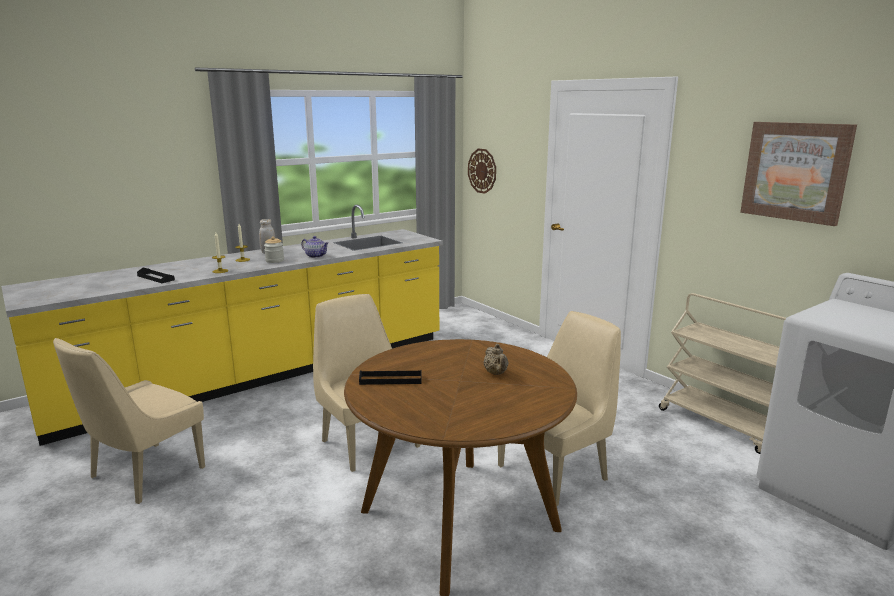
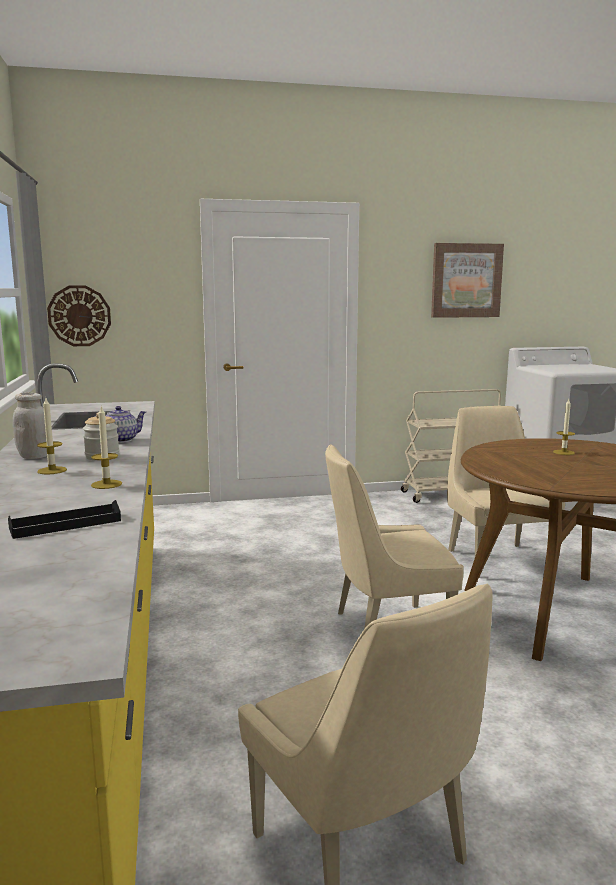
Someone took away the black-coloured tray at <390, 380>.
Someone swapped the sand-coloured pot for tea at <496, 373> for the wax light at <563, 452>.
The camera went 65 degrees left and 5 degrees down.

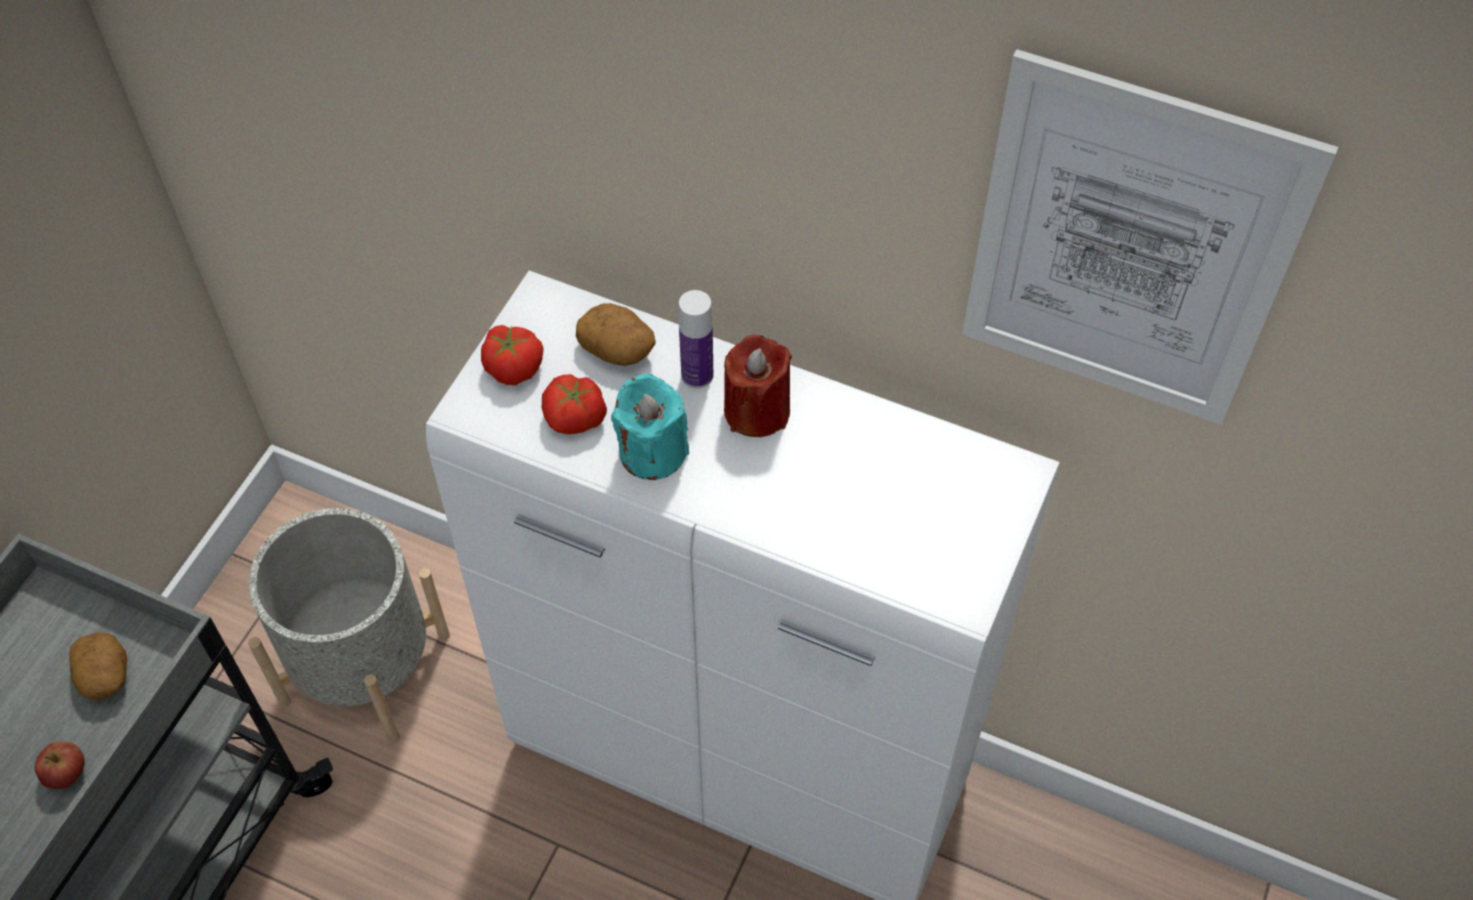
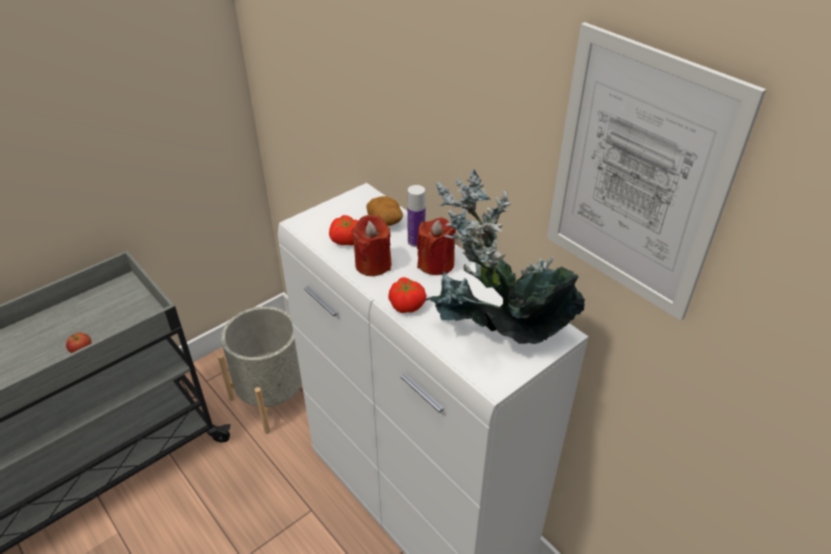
Someone took away the whole potato at <105, 675>.
Someone put down the houseplant at <493, 341>.
Someone carried the whole tomato from <514, 366> to <407, 304>.
Someone repainted the blue-green wax light at <652, 452>, which became the red wax light at <373, 264>.
The camera went 25 degrees right and 15 degrees down.

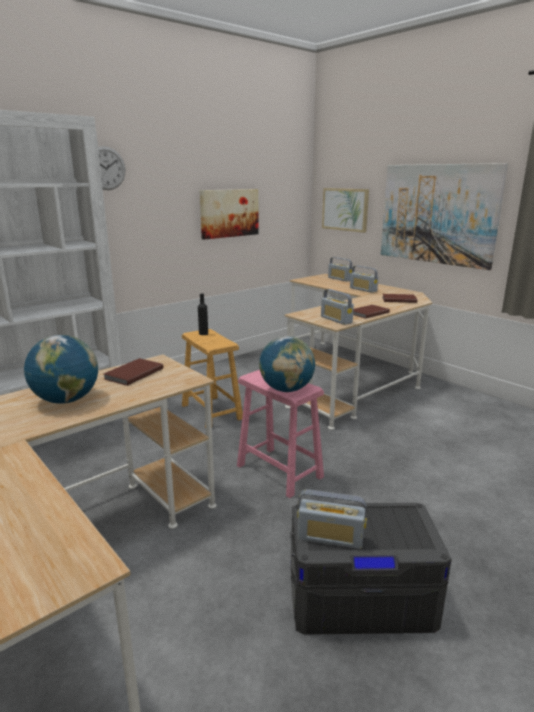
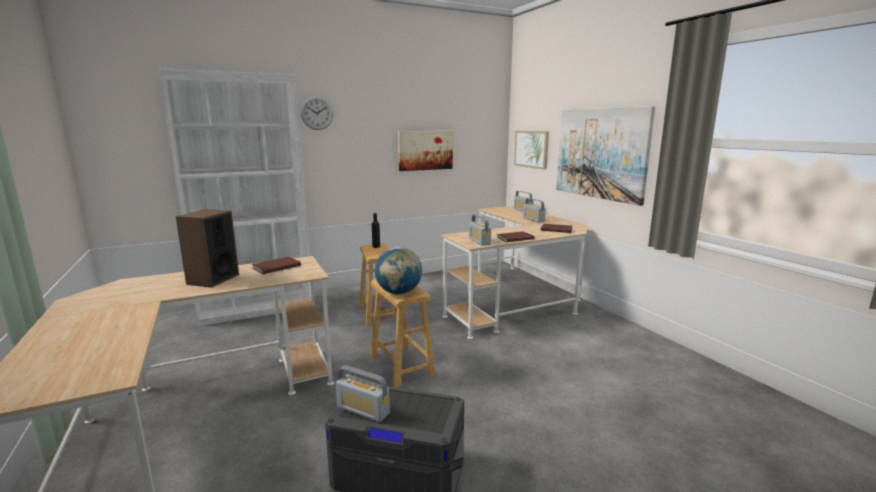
Someone swapped the globe at <66, 400> for the loudspeaker at <213, 279>.
Someone repainted the pink stool at <279, 471>, which became the brownish stool at <401, 365>.
The camera went 15 degrees right and 5 degrees down.

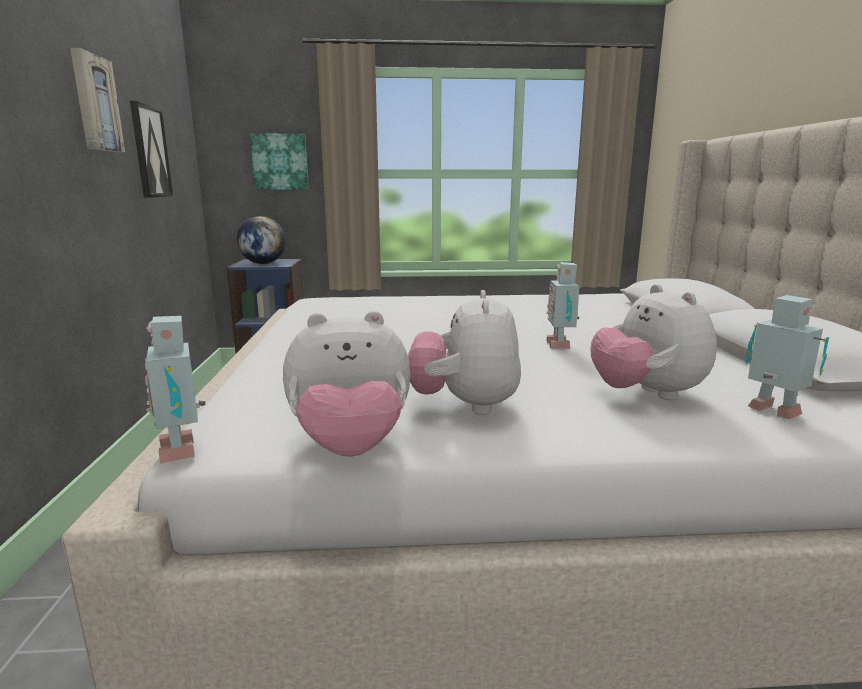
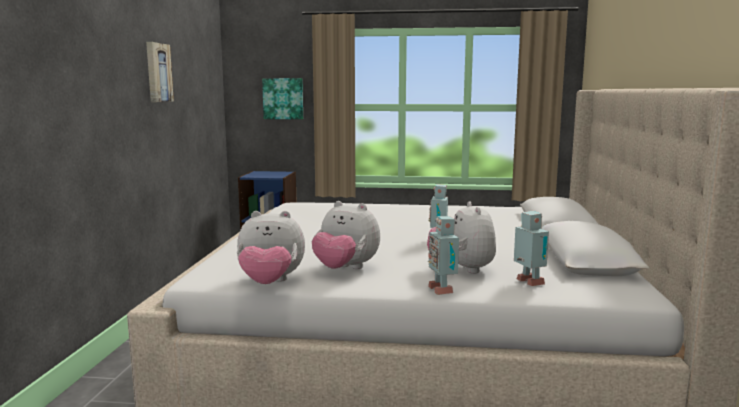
Someone took away the picture at <150, 152>.
Someone took away the globe at <263, 263>.
Someone carried the toy robot from <182, 449> to <442, 289>.
Someone rotated the plush toy at <465, 405> by 75 degrees counterclockwise.
The camera went 10 degrees right and 5 degrees down.

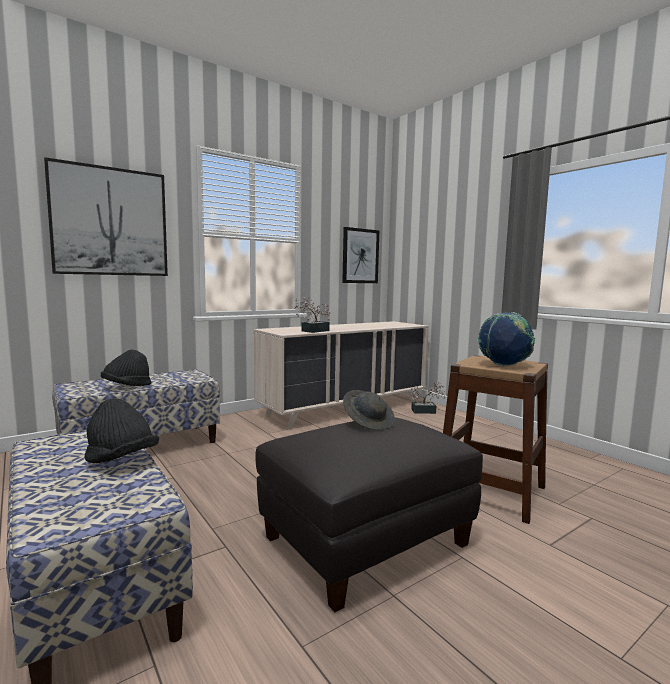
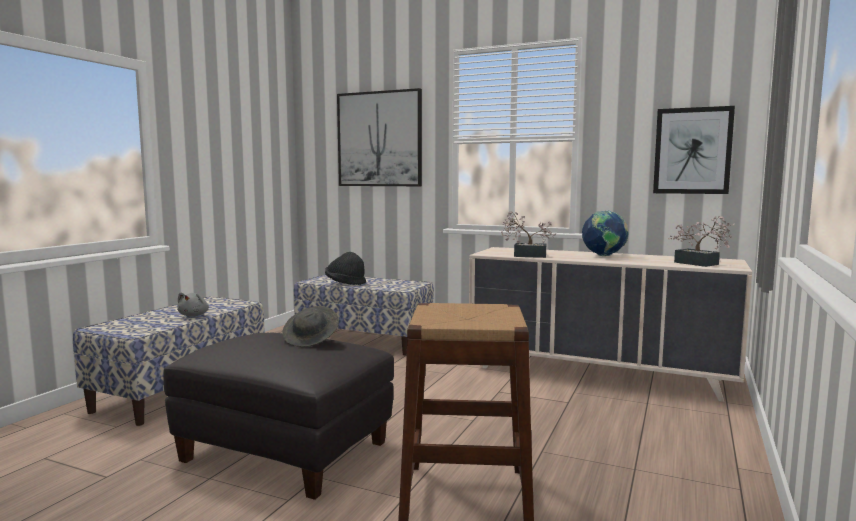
Someone carried the houseplant from <426, 411> to <700, 264>.
Someone carried the globe from <504, 365> to <604, 256>.
Someone swapped the black-coloured hat at <121, 460> for the gray plush toy at <194, 315>.
The camera went 60 degrees right and 0 degrees up.

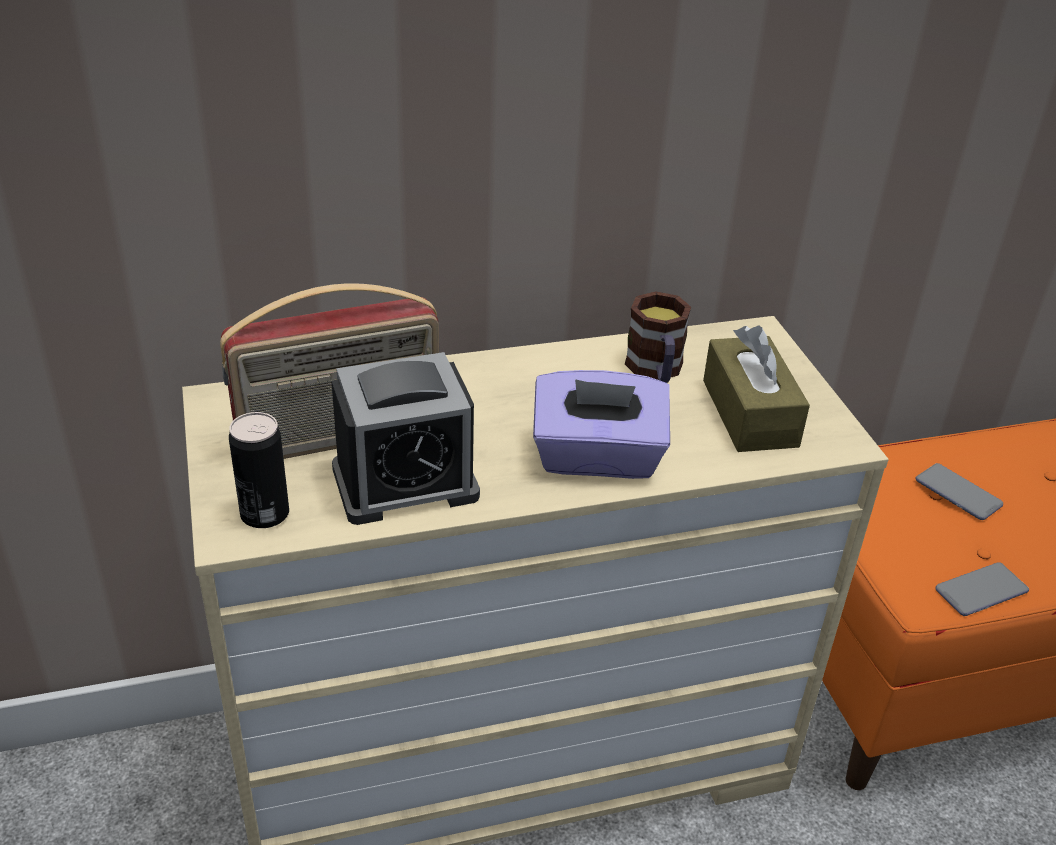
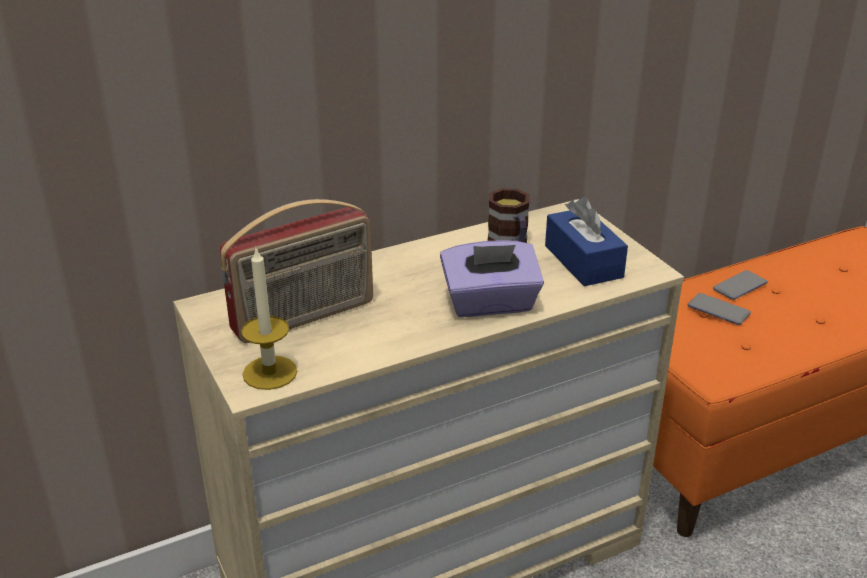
Someone took away the table clock at <405, 483>.
Someone carried the handset from <981, 591> to <739, 286>.
Someone swapped the metal can at <265, 514> for the wax light at <270, 372>.
Someone repainted the brownish tissue holder at <749, 413>, which became the blue tissue holder at <583, 261>.
The camera went 10 degrees left and 5 degrees down.

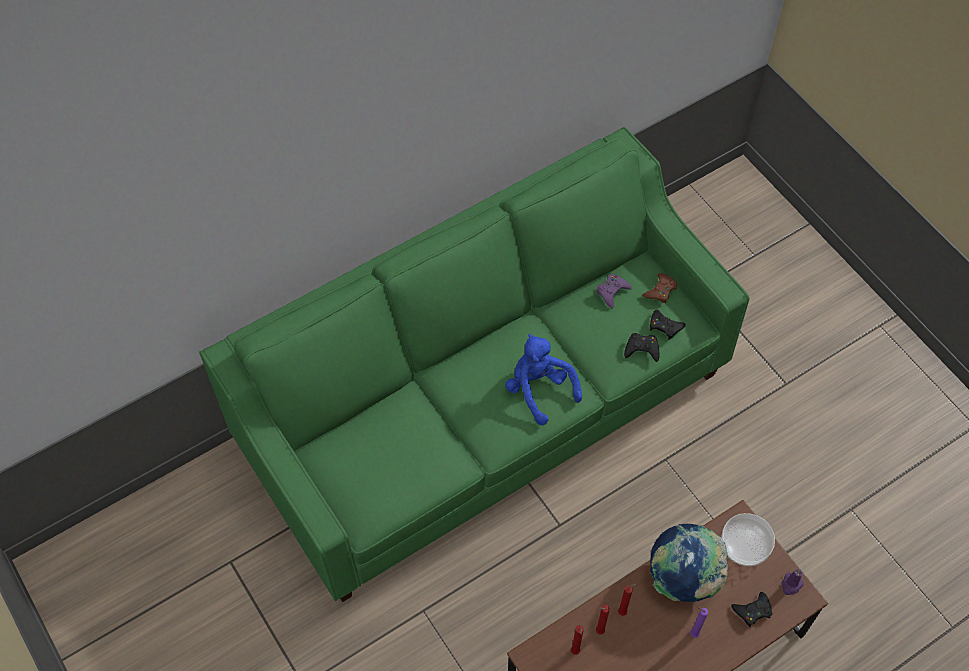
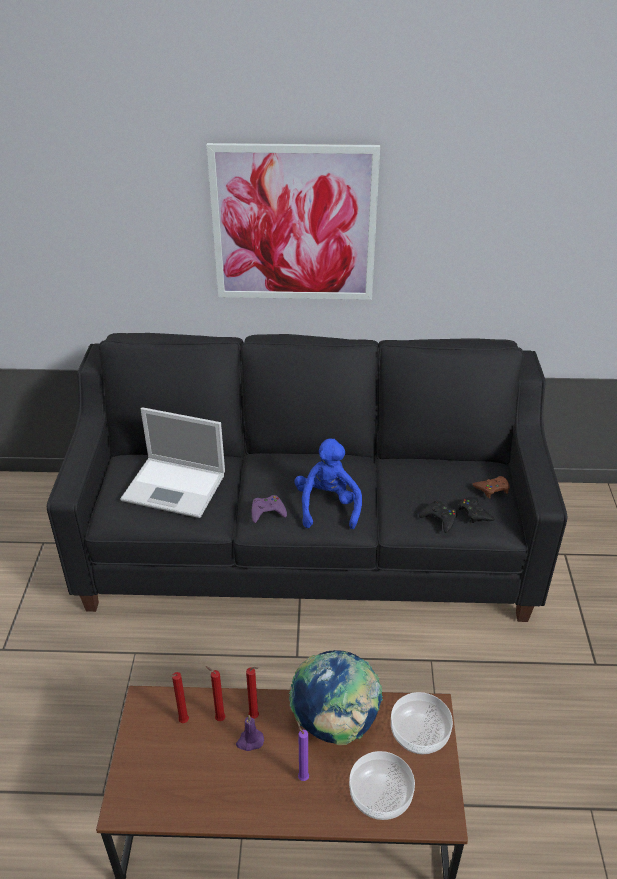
Someone put down the notebook computer at <176, 487>.
Someone put up the picture at <294, 224>.
Someone carried the purplish gamepad from <612, 292> to <267, 511>.
Someone carried the purplish wax light from <791, 584> to <249, 741>.
Someone swapped the black-coloured gamepad at <753, 611> for the bowl at <379, 795>.
Someone repainted the green sofa at <485, 410>, which became the black-coloured sofa at <309, 546>.
The camera went 35 degrees right and 20 degrees down.

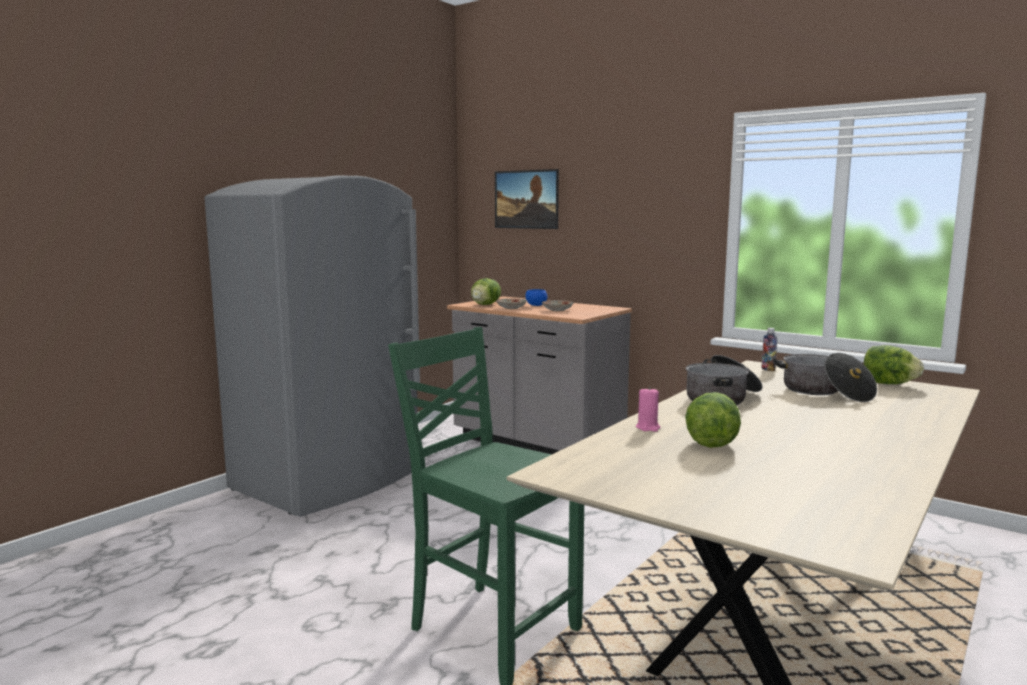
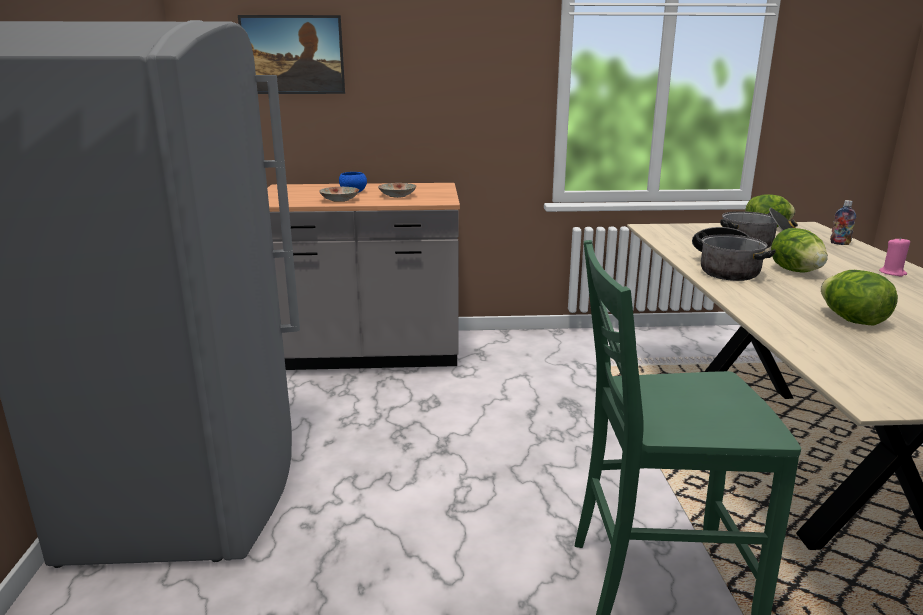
Someone carried the lettuce from <485, 305> to <795, 271>.
Someone carried the pink wax light from <648, 428> to <892, 273>.
Someone carried the bottle from <768, 369> to <839, 243>.
The camera went 40 degrees left and 10 degrees up.

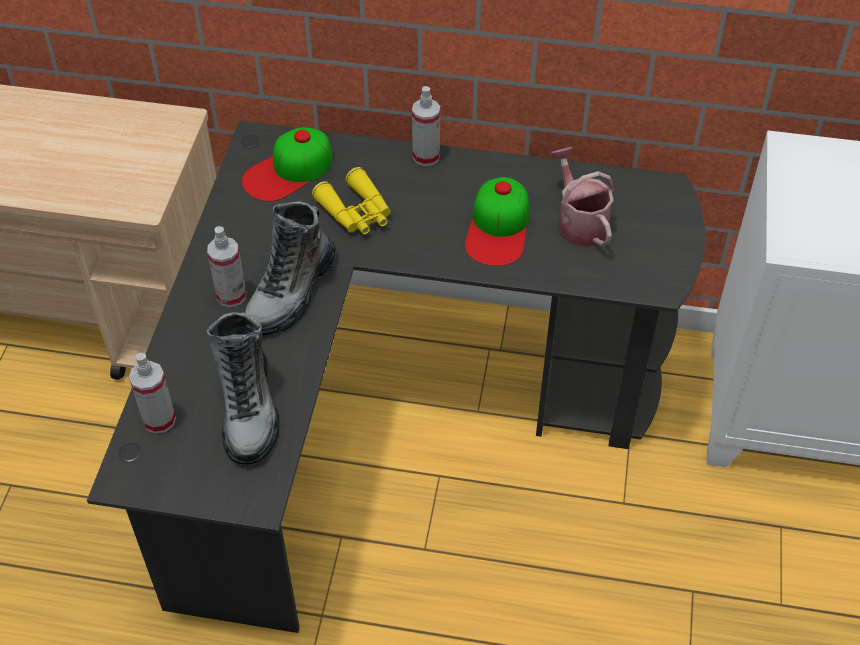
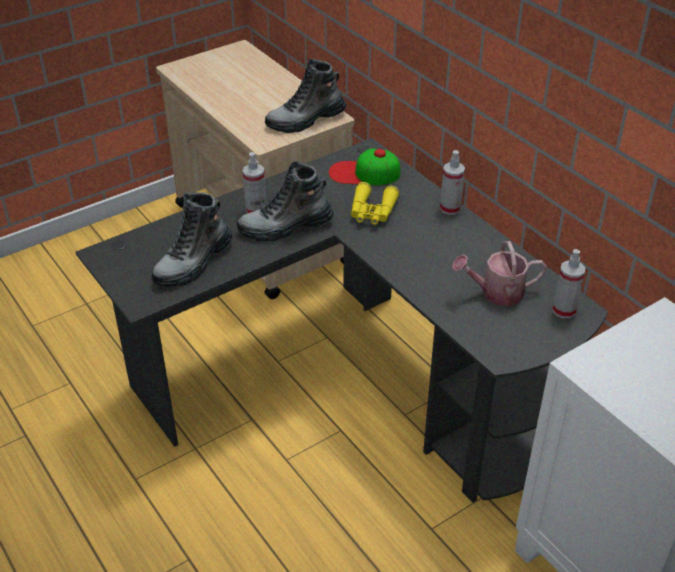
Someone took away the peaked cap at <498, 228>.
Someone put down the boot at <306, 120>.
Someone carried the hand sprayer from <159, 420> to <564, 310>.
Someone rotated the watering pot at <579, 222> by 120 degrees counterclockwise.
The camera went 45 degrees right and 10 degrees down.

